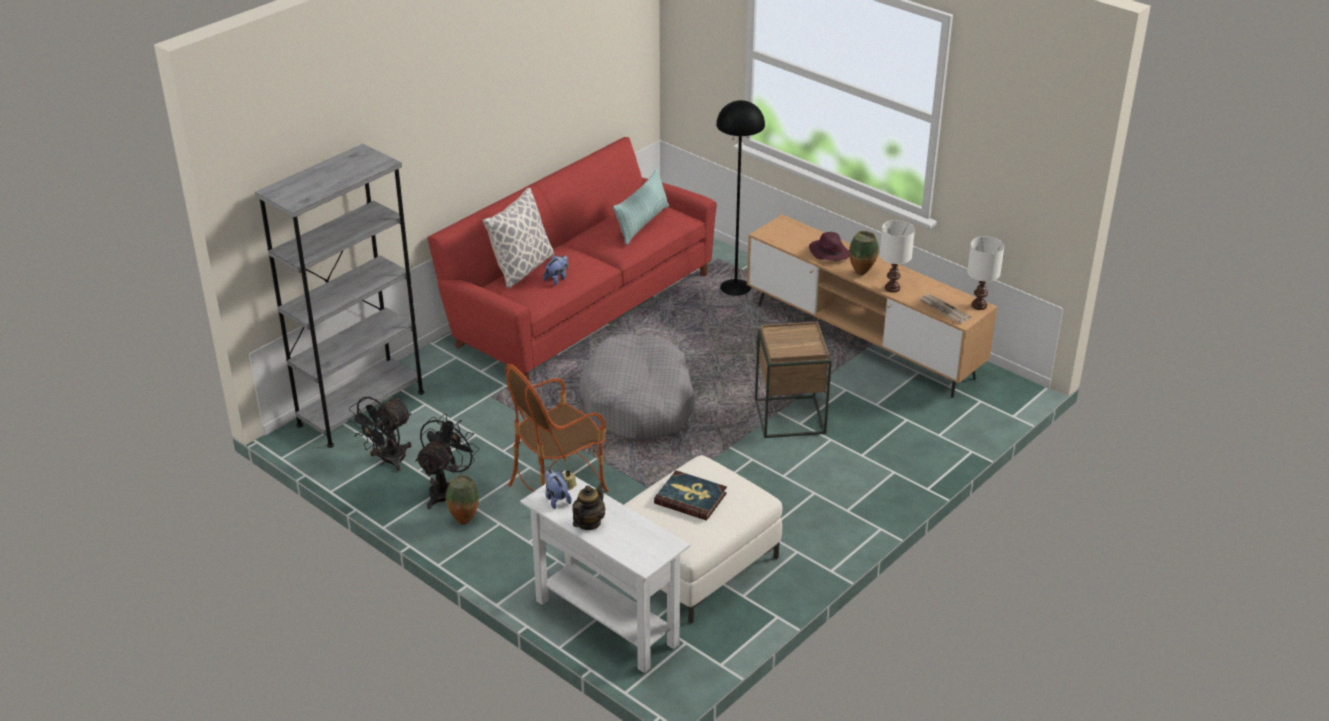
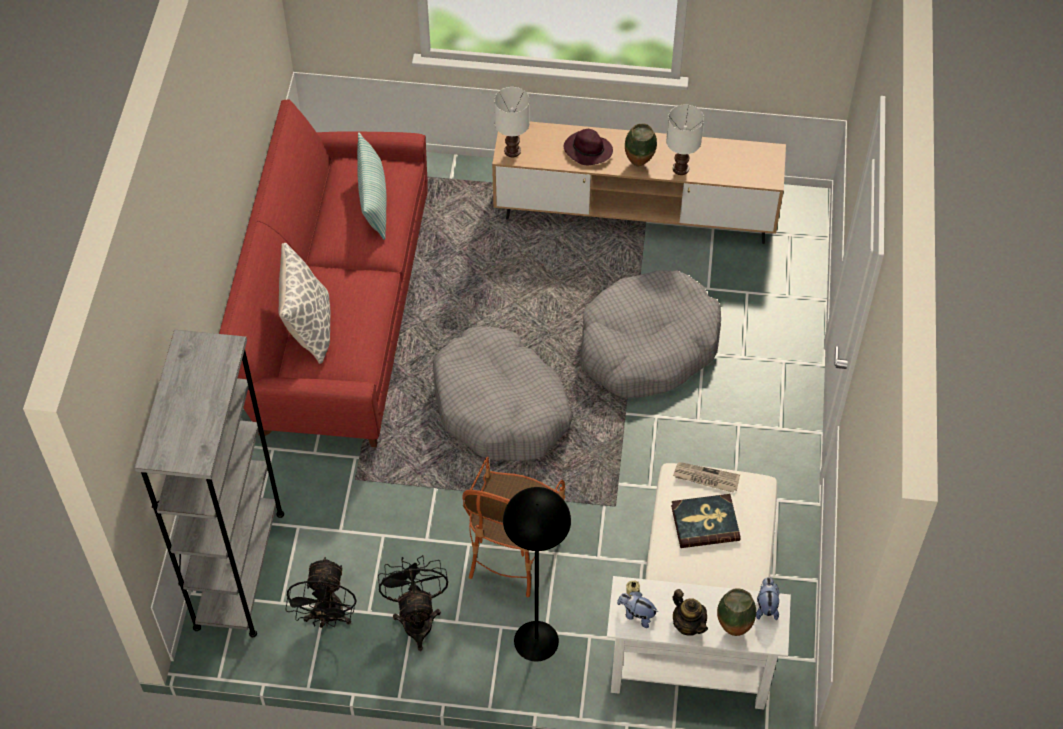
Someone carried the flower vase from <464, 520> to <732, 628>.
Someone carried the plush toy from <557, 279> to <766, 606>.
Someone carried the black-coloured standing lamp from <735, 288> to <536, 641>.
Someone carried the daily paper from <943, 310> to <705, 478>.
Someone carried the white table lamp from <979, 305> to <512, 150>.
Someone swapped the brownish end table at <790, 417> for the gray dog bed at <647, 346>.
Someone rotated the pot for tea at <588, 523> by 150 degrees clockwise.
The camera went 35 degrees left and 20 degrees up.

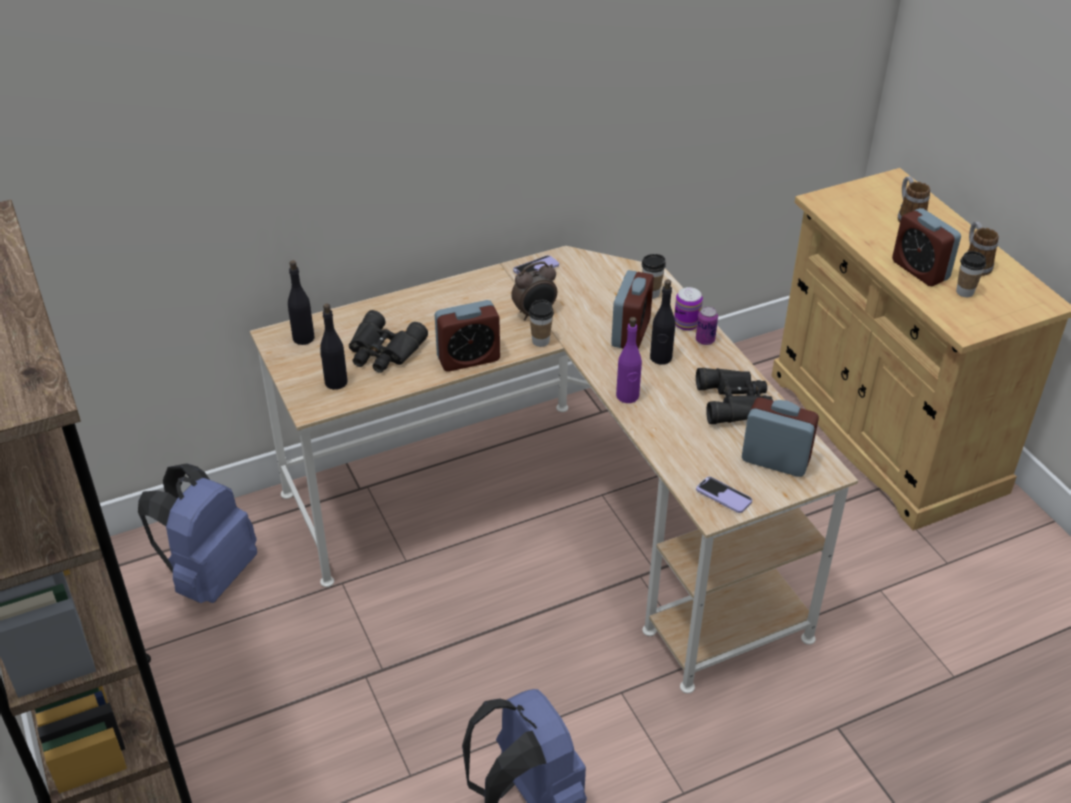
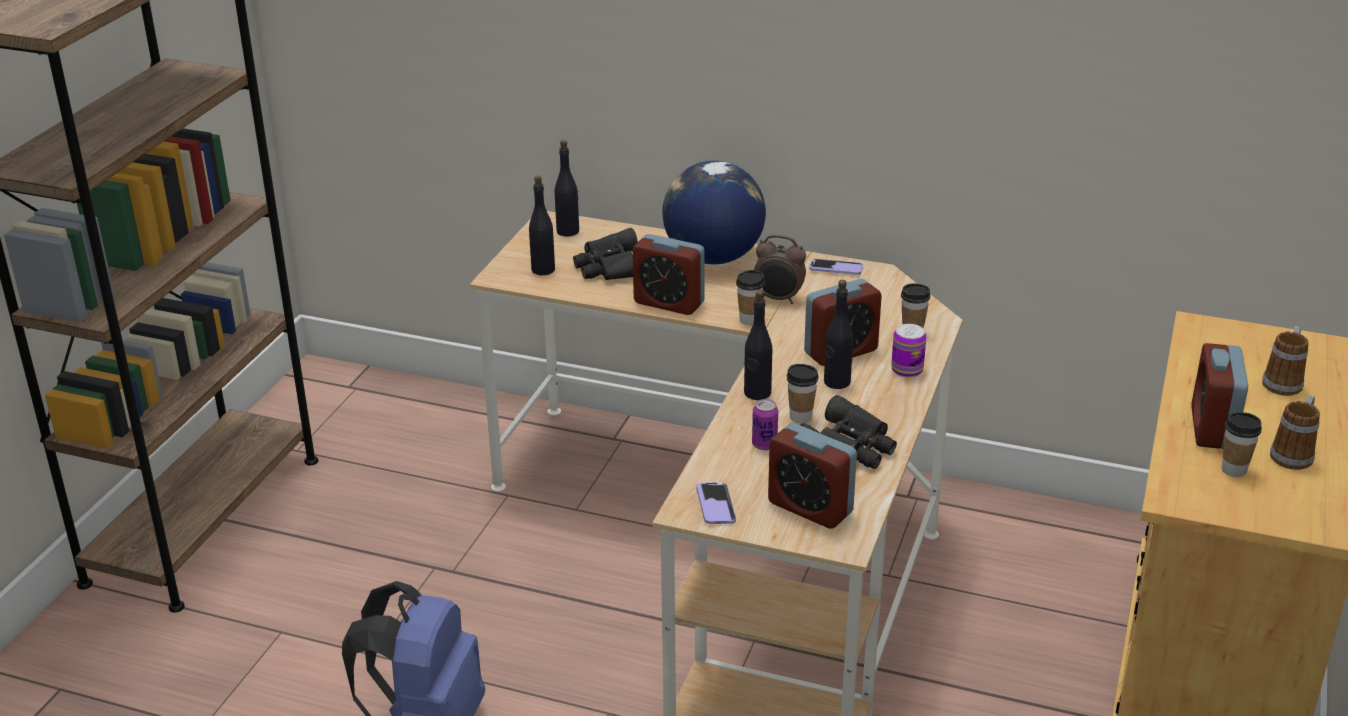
Someone took away the blue rucksack at <209, 575>.
Someone put down the globe at <713, 258>.
Someone put down the cup at <800, 417>.
Someone carried the metal can from <705, 340> to <764, 444>.
Someone repainted the purplish bottle at <627, 396>, which became the black-coloured bottle at <757, 393>.
Someone rotated the table clock at <775, 460> by 150 degrees clockwise.
The camera went 45 degrees right and 10 degrees down.

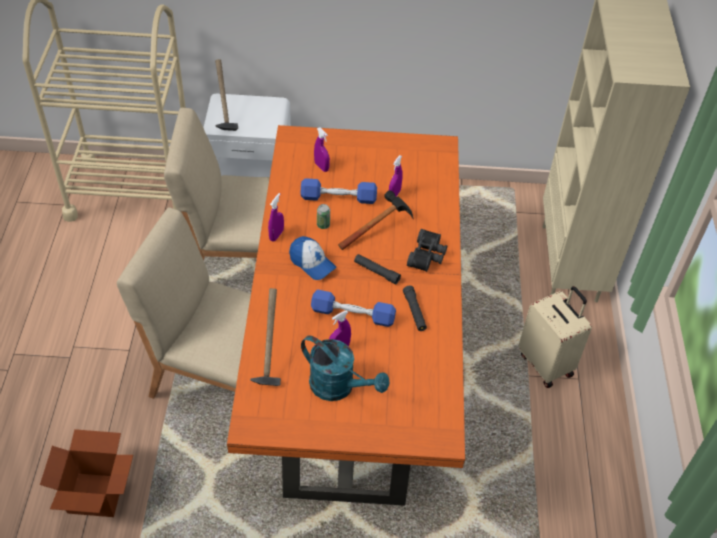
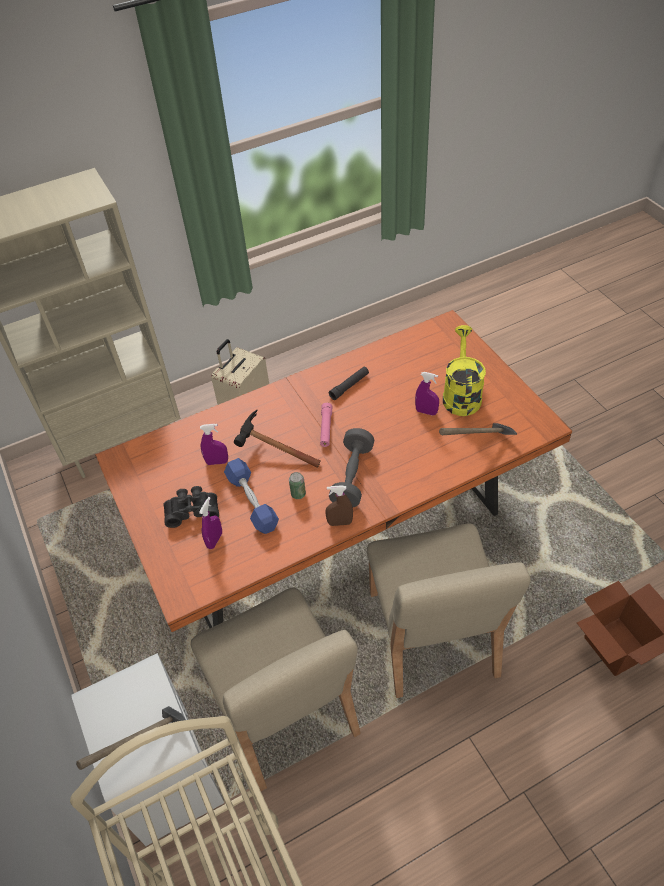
Someone took away the blue hand weight at <352, 314>.
Someone carried the black-coloured field glasses from <428, 256> to <192, 510>.
Someone swapped the peaked cap at <312, 263> for the gray hand weight at <352, 476>.
Someone repainted the purplish hand sprayer at <276, 235>, which became the brownish hand sprayer at <340, 522>.
Someone repainted the blue-green watering pot at <339, 387>, which became the yellow-coloured watering pot at <461, 394>.
Someone repainted the black-coloured flashlight at <376, 272>, which became the pink flashlight at <326, 428>.
The camera went 115 degrees left and 0 degrees up.

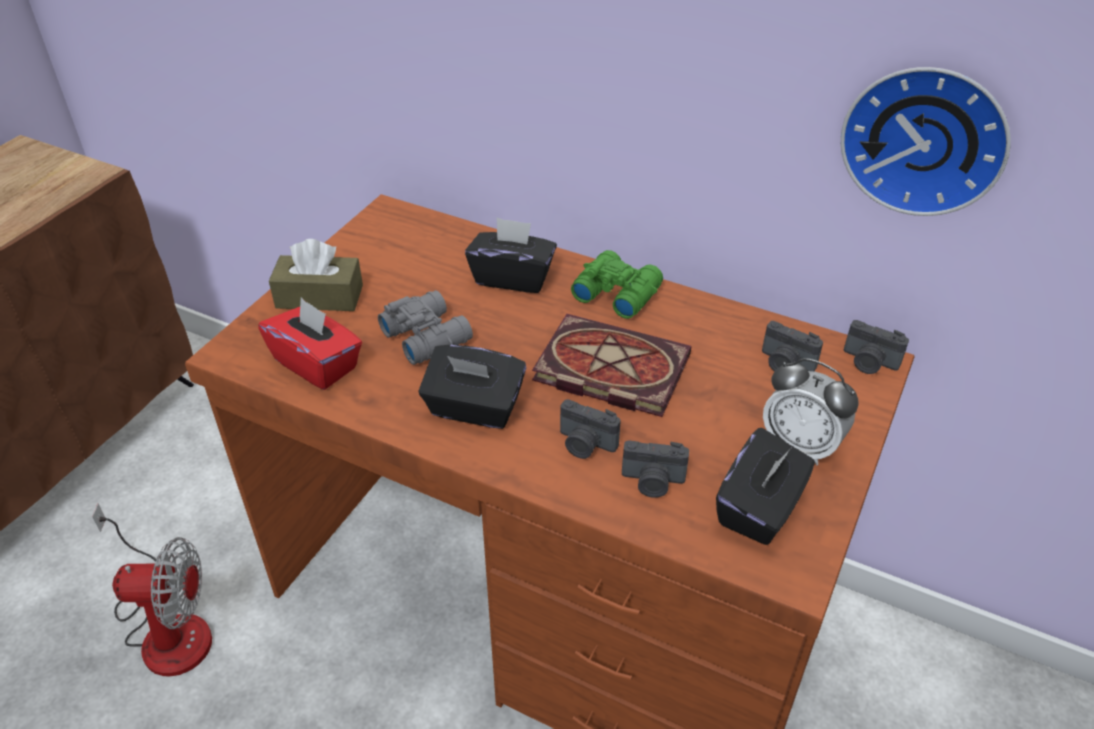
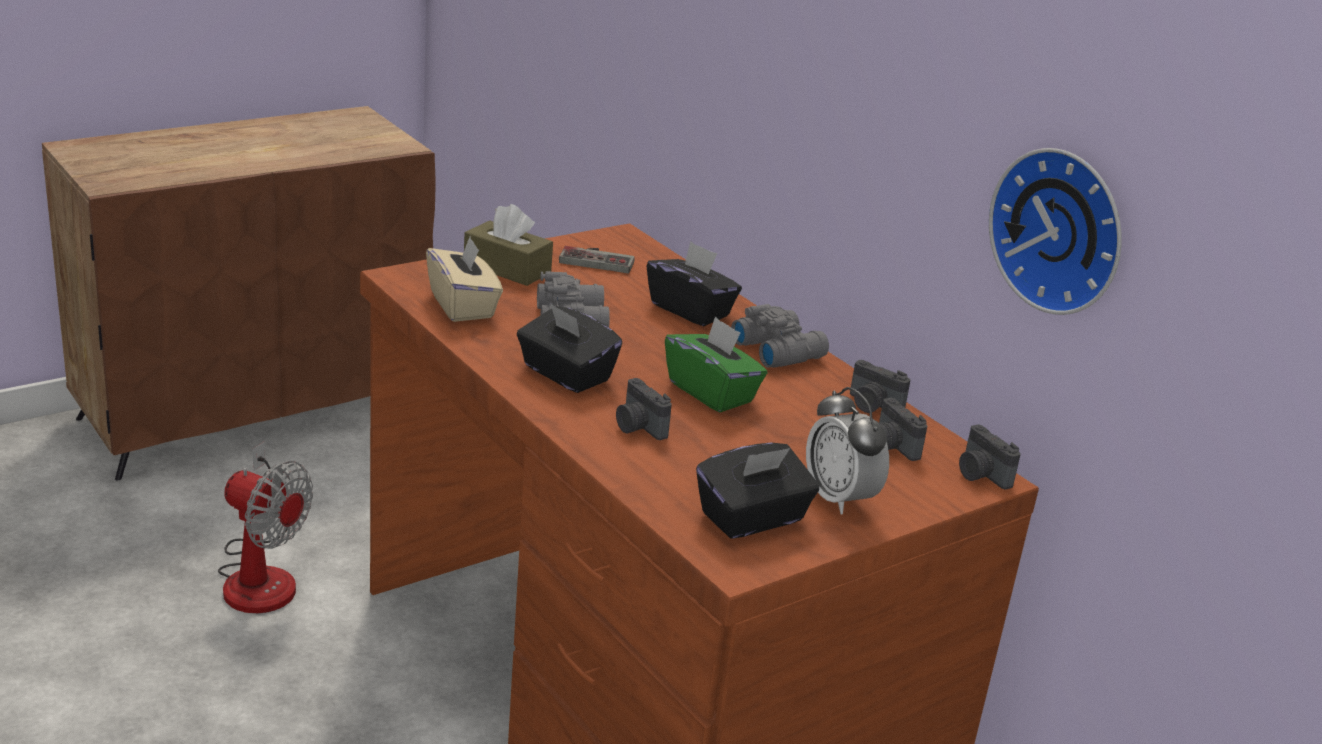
Someone put down the gamepad at <598, 259>.
Someone carried the still camera from <652, 482> to <872, 405>.
Someone swapped the book at <607, 369> for the green tissue holder at <712, 392>.
Someone repainted the red tissue holder at <317, 364>, which became the sand-coloured tissue holder at <463, 306>.
Someone repainted the green field glasses at <616, 292>, which became the gray field glasses at <778, 349>.
The camera went 25 degrees right and 15 degrees down.

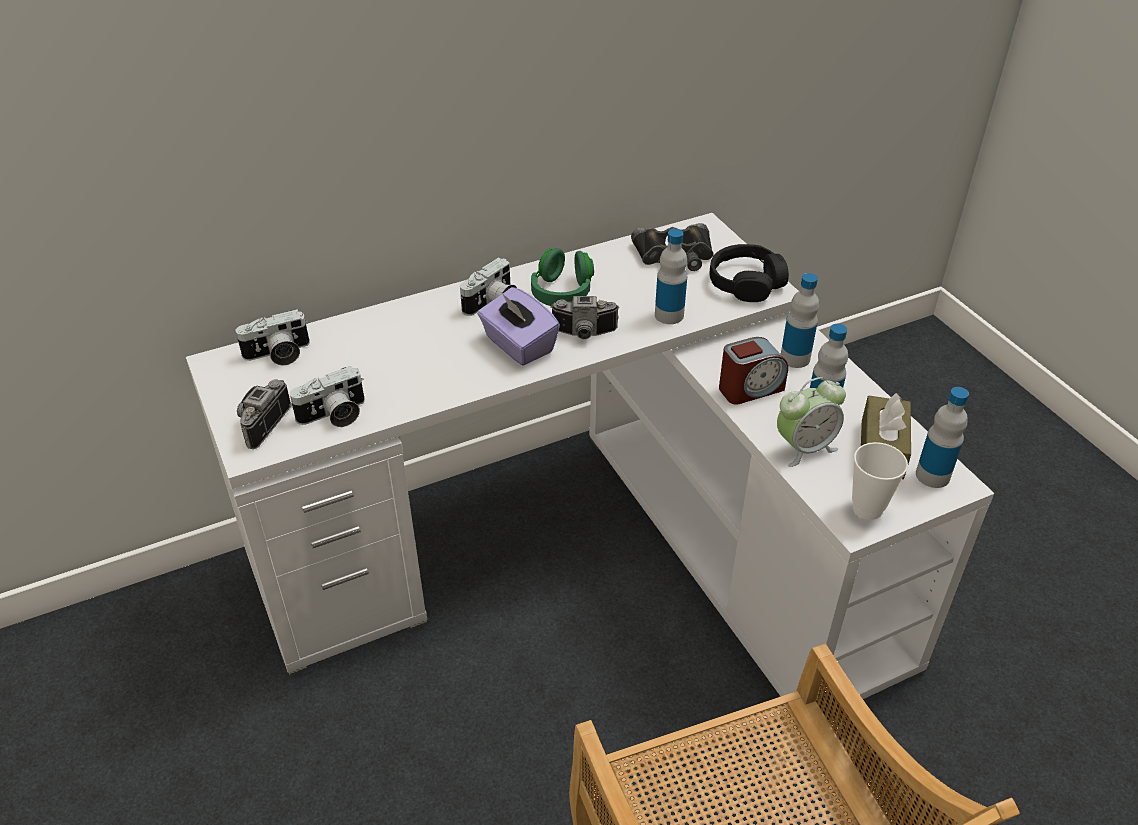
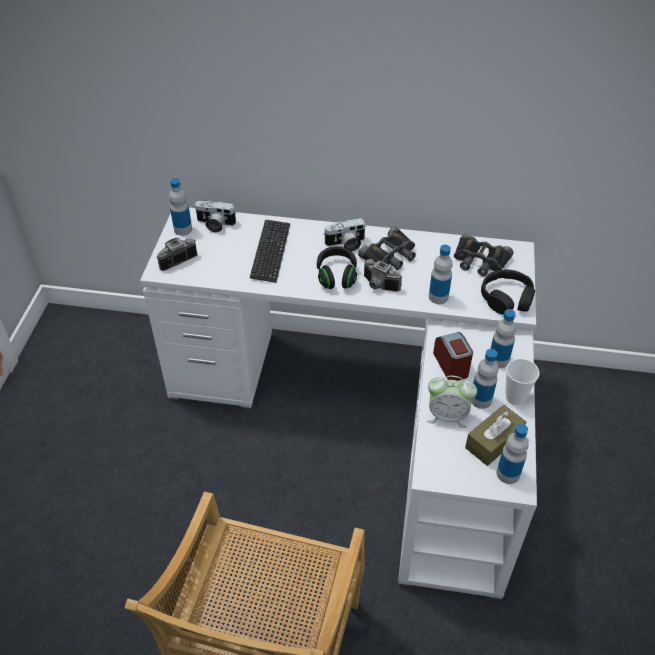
Someone took away the still camera at <334, 416>.
Someone put down the bottle at <183, 229>.
Someone put down the PC keyboard at <270, 252>.
Someone carried the cup from <867, 508> to <515, 398>.
Someone swapped the purplish tissue holder at <518, 345> for the black-coloured headphones at <337, 275>.
Someone swapped the green headphones at <562, 293> for the black-coloured field glasses at <390, 255>.
Someone rotated the table clock at <750, 389> by 120 degrees counterclockwise.
The camera went 35 degrees right and 5 degrees up.

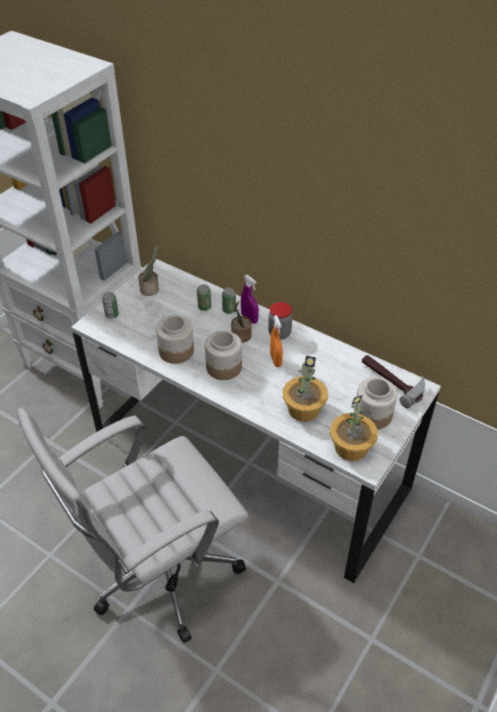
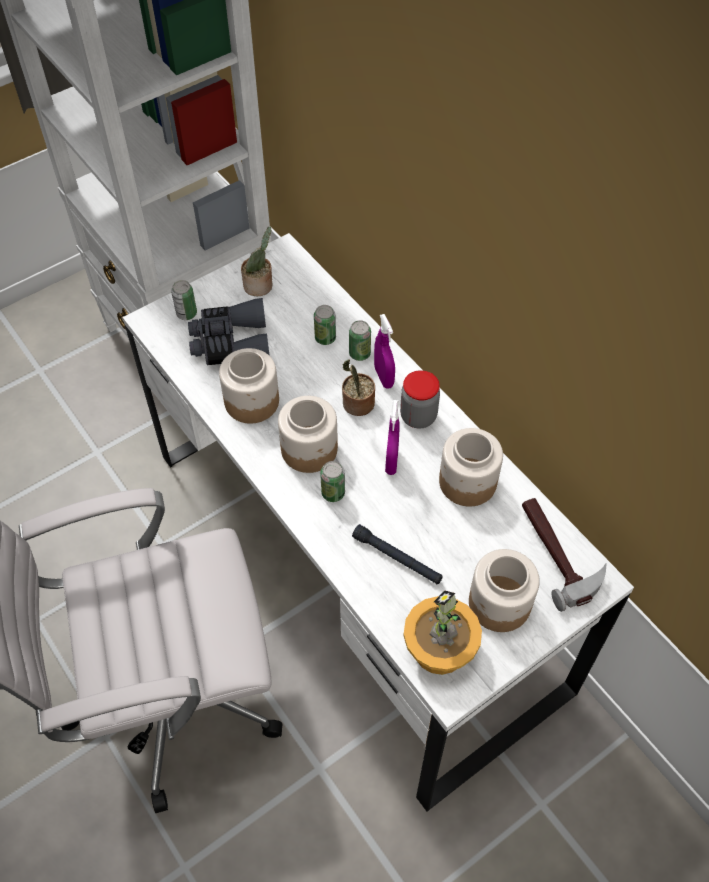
Someone put down the gray field glasses at <230, 343>.
Someone put down the metal can at <333, 493>.
Someone put down the jar at <467, 482>.
Someone swapped the houseplant at <304, 408> for the black-coloured flashlight at <397, 558>.
Someone repainted the orange-coloured hand sprayer at <275, 360>, which became the purplish hand sprayer at <391, 461>.
The camera went 20 degrees right and 10 degrees up.

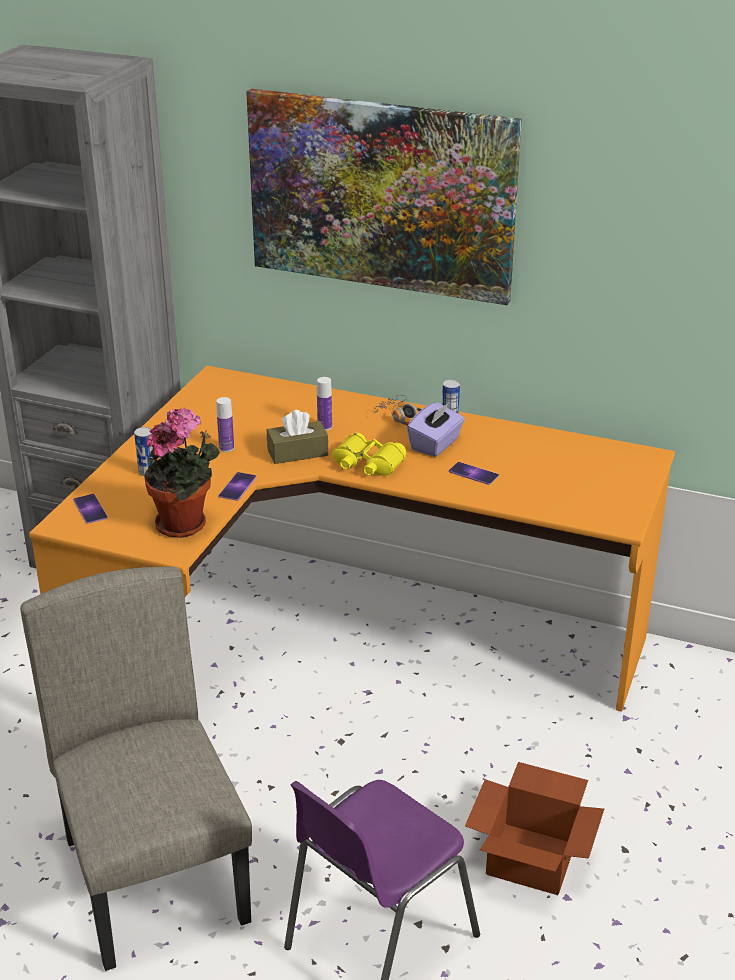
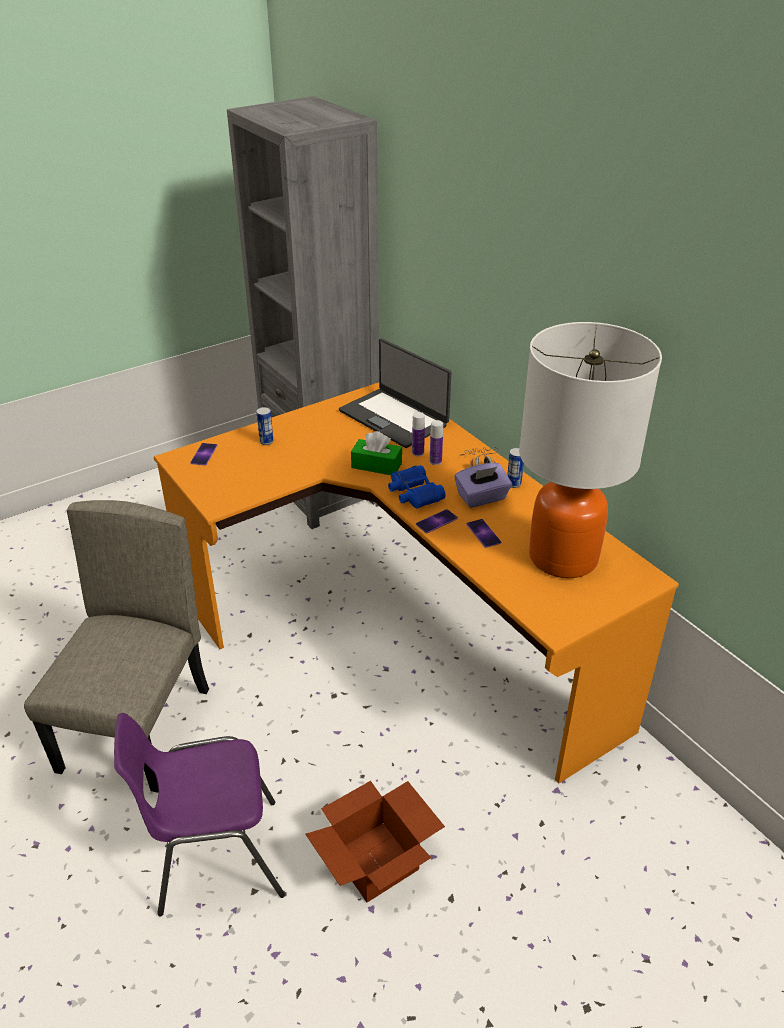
Someone took away the houseplant at <186, 524>.
Someone took away the picture at <381, 195>.
Someone put down the notebook computer at <394, 417>.
Someone put down the table lamp at <564, 557>.
Someone carried the bottle from <226, 448> to <435, 461>.
Someone carried the handset from <237, 486> to <436, 521>.
Someone repainted the brownish tissue holder at <297, 452>, which became the green tissue holder at <376, 465>.
Someone repainted the yellow-coloured field glasses at <367, 464>, which became the blue field glasses at <414, 494>.
The camera went 35 degrees right and 5 degrees up.

